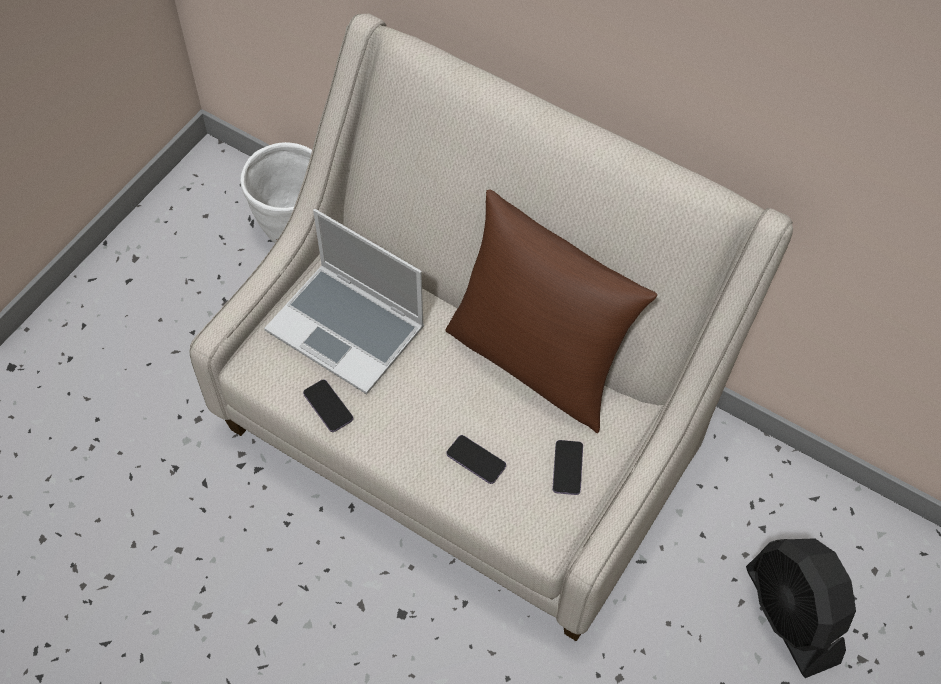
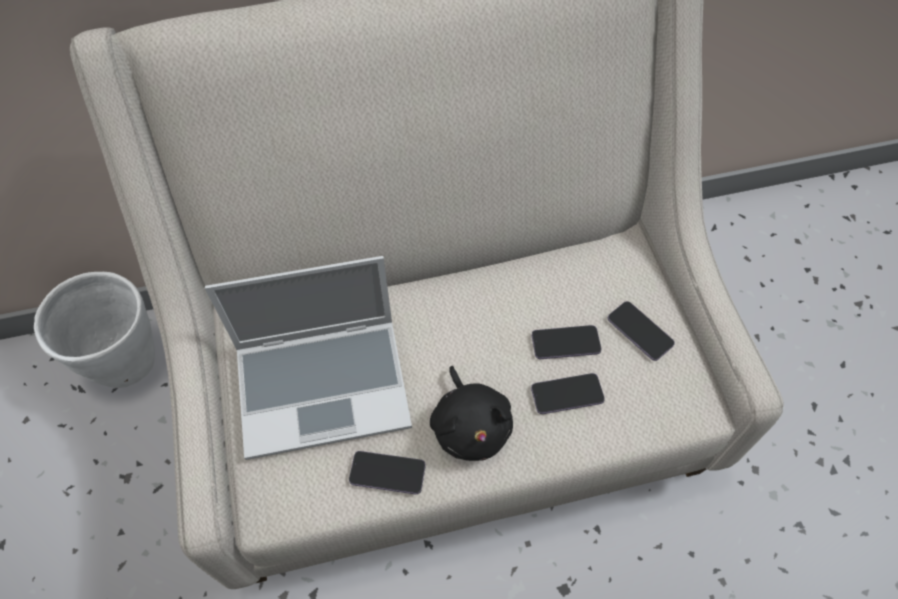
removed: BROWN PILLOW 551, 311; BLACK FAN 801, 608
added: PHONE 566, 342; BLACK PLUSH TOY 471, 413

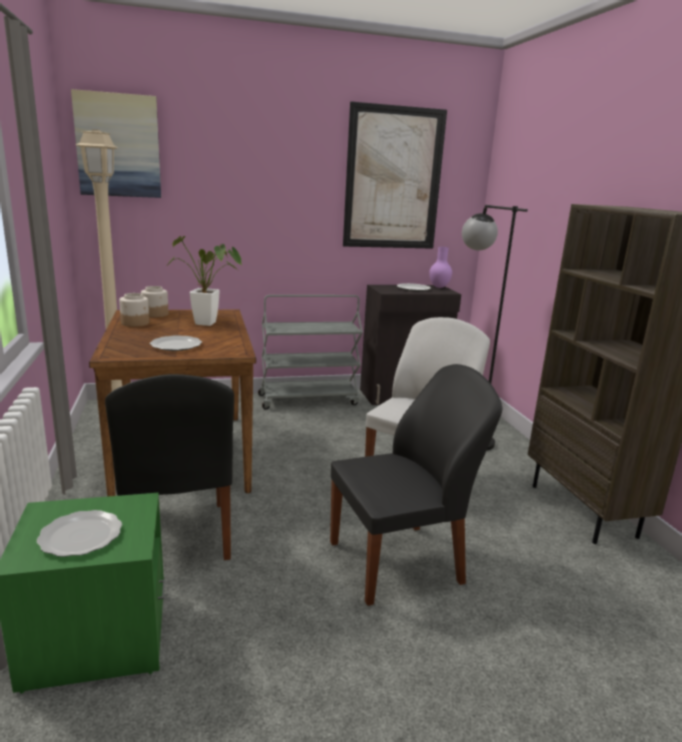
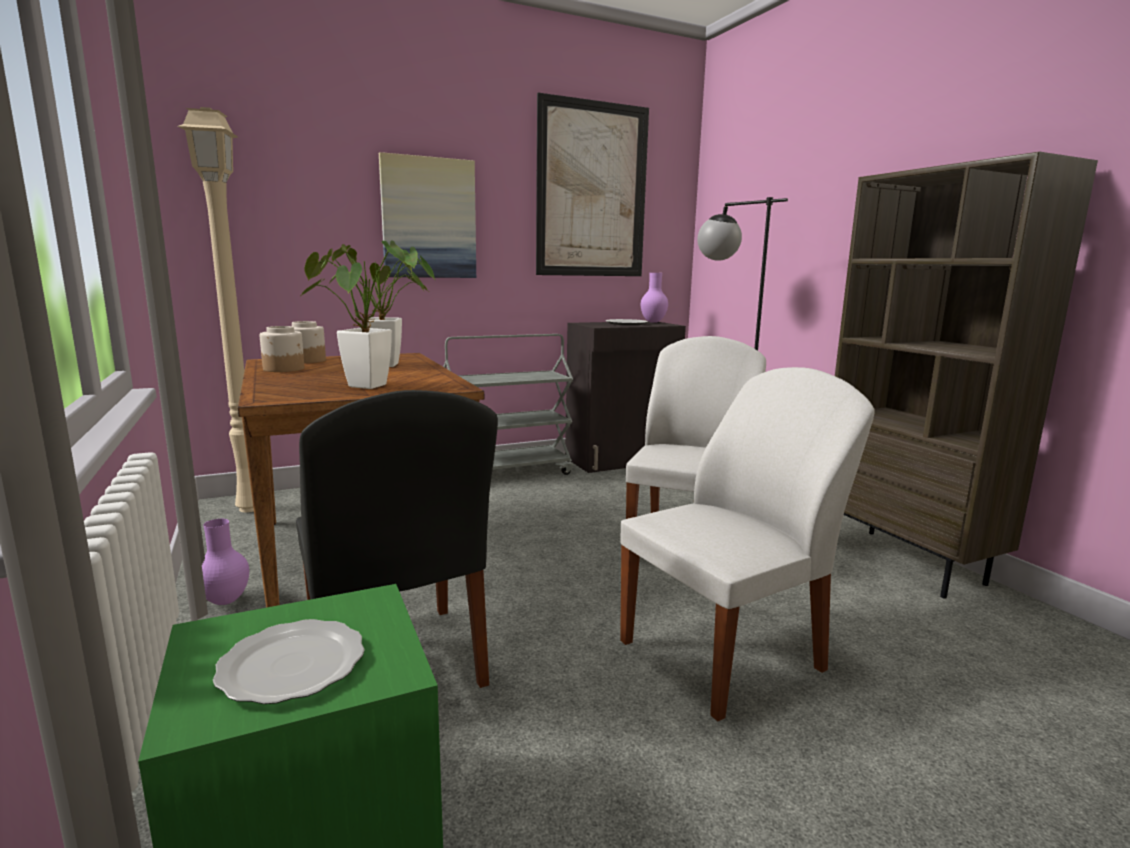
added: PURPLE VASE 225, 562
moved: PICTURE 116, 143 to 427, 215
replaced: PLATE 176, 343 to POTTED PLANT 363, 314
recoloured: BLACK CHAIR 416, 485 to WHITE CHAIR 747, 544

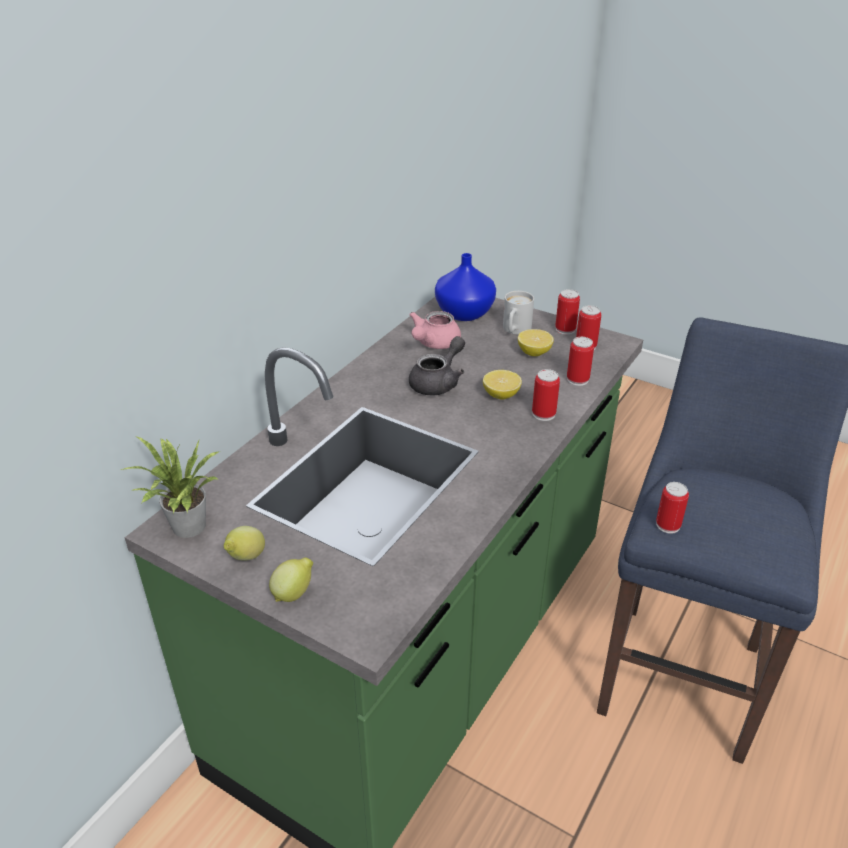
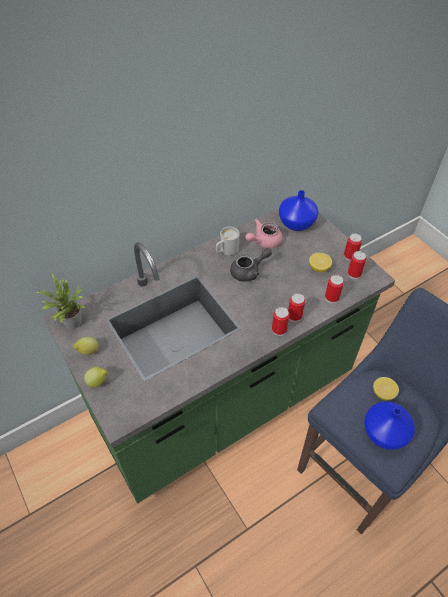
added: BLUE VASE 389, 426
moved: WHITE MUG 518, 313 to 227, 241; LEMON 502, 385 to 386, 388; CAN 672, 508 to 280, 321

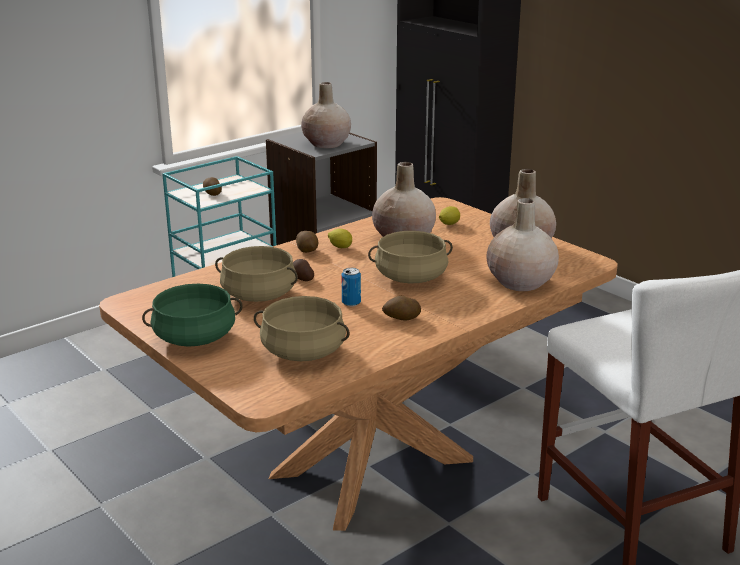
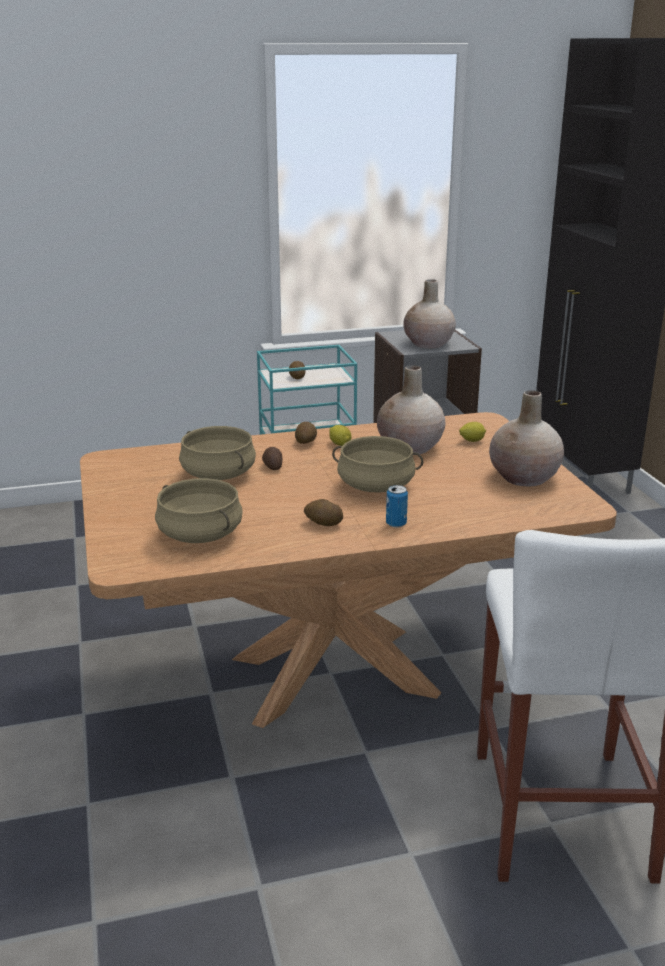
removed: BEIGE VASE 523, 244; GREEN COOKING POT 192, 315
moved: CAN 351, 287 to 397, 506

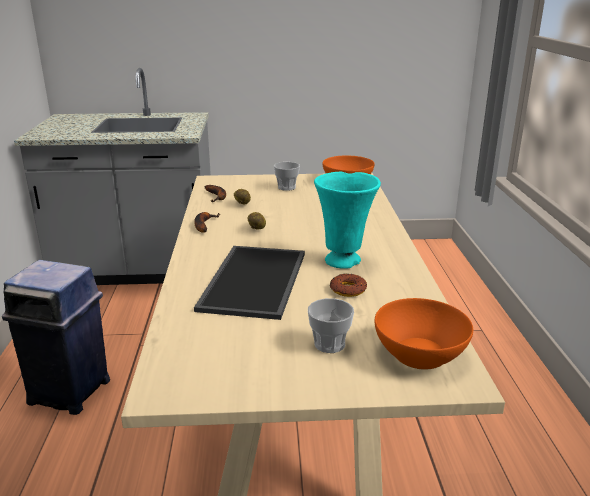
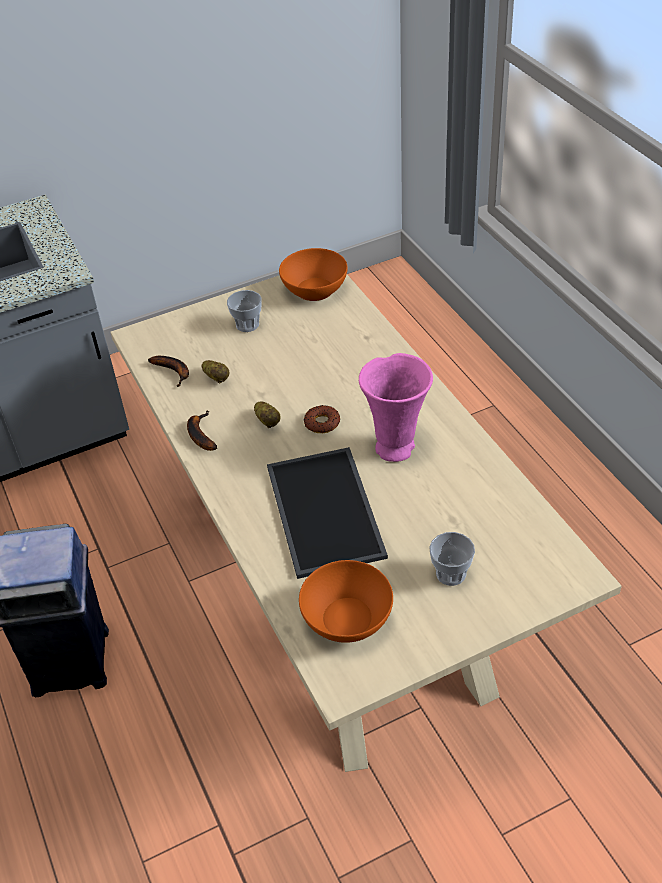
moved: DONUT 348, 285 to 322, 419; ORANGE BOWL 424, 334 to 346, 601
recoloured: TURQUOISE VASE 347, 220 to PINK VASE 396, 407

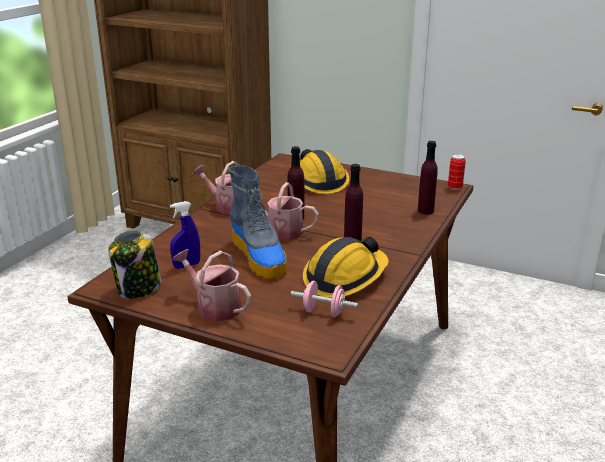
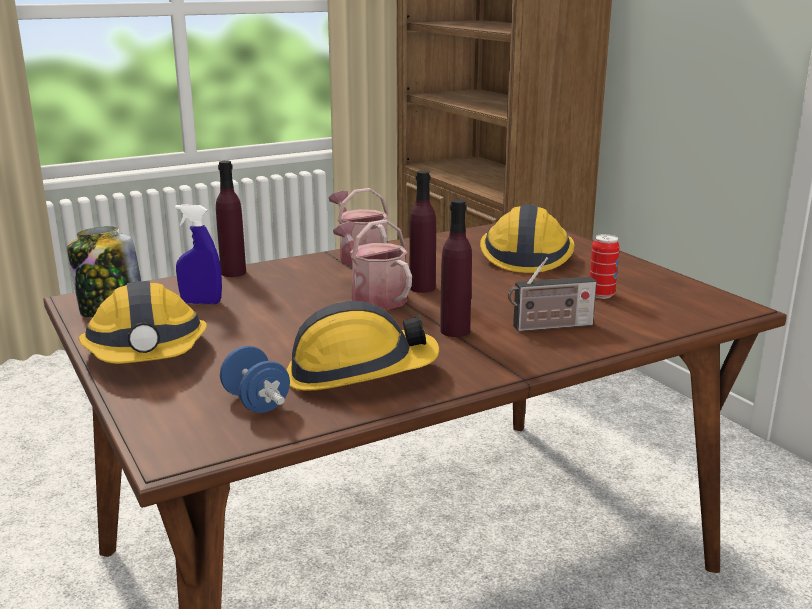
removed: BOOT 257, 222
added: RADIO 552, 294
moved: PURPLE BOTTLE 428, 178 to 231, 219; CAN 457, 172 to 605, 266
replaced: WATERING CAN 211, 285 to HARD HAT 143, 322
recoloured: PINK DUMBBELL 324, 299 to BLUE DUMBBELL 255, 379

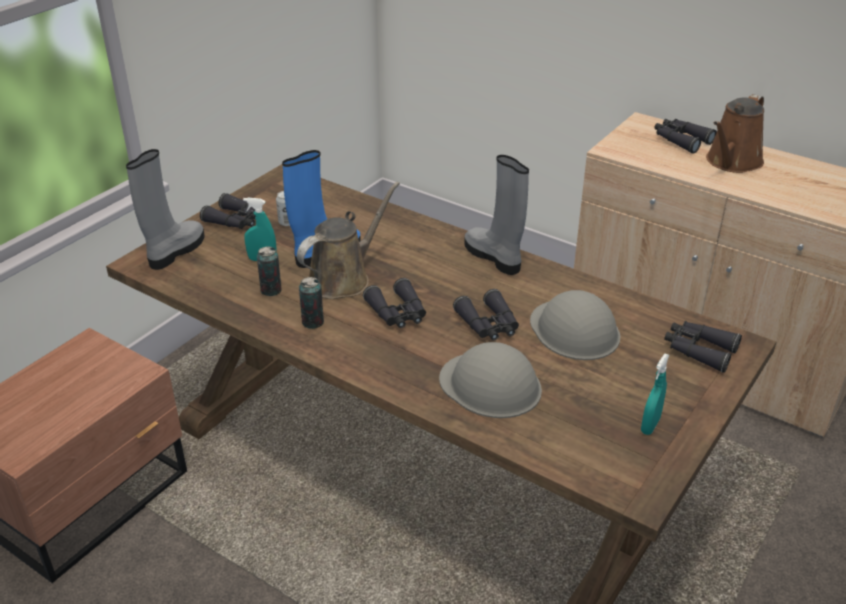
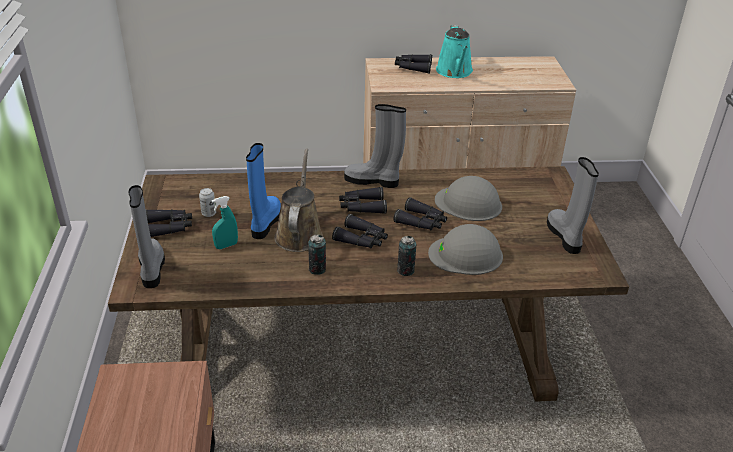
moved: CAN 269, 271 to 406, 256; BLACK BINOCULARS 703, 347 to 363, 200
replaced: TURQUOISE SPRAY BOTTLE 655, 394 to GREY BOOT 573, 205
recoloured: BROWN WATERING CAN 735, 133 to TURQUOISE WATERING CAN 454, 51

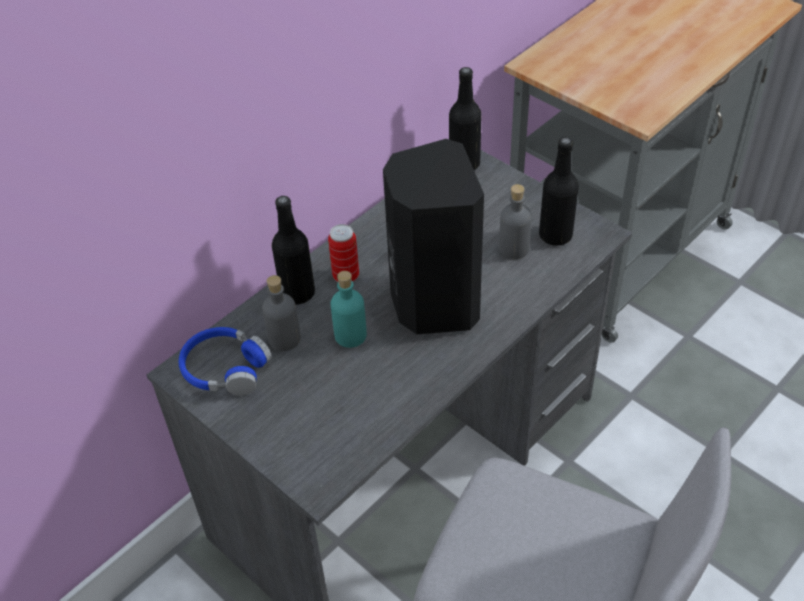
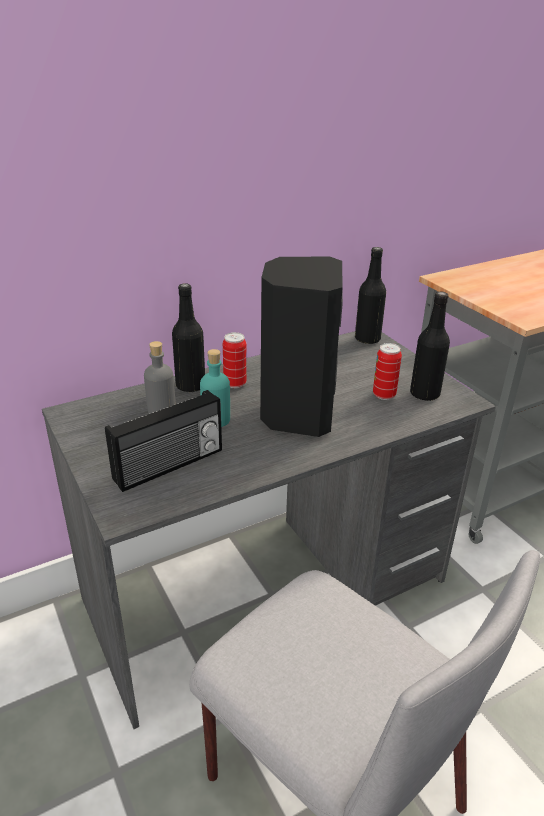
removed: BLUE HEADPHONES 225, 361
added: RADIO 163, 441
replaced: GREY BOTTLE 515, 221 to CAN 387, 371

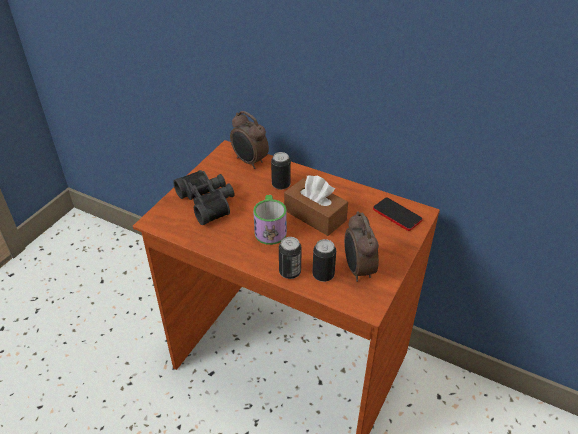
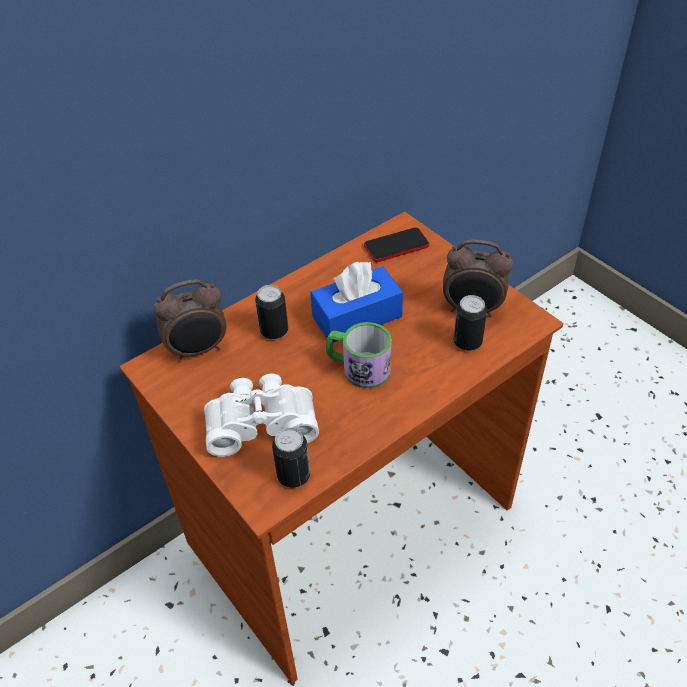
moved: CAN 290, 258 to 291, 458
recoloured: BLACK BINOCULARS 204, 197 to WHITE BINOCULARS 261, 415; BROWN TISSUE BOX 316, 205 to BLUE TISSUE BOX 356, 302

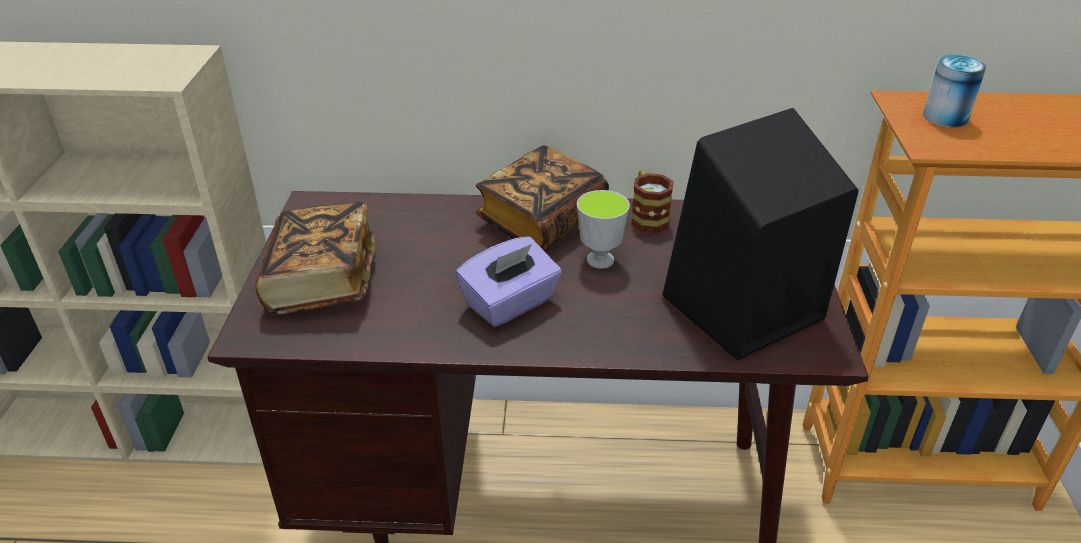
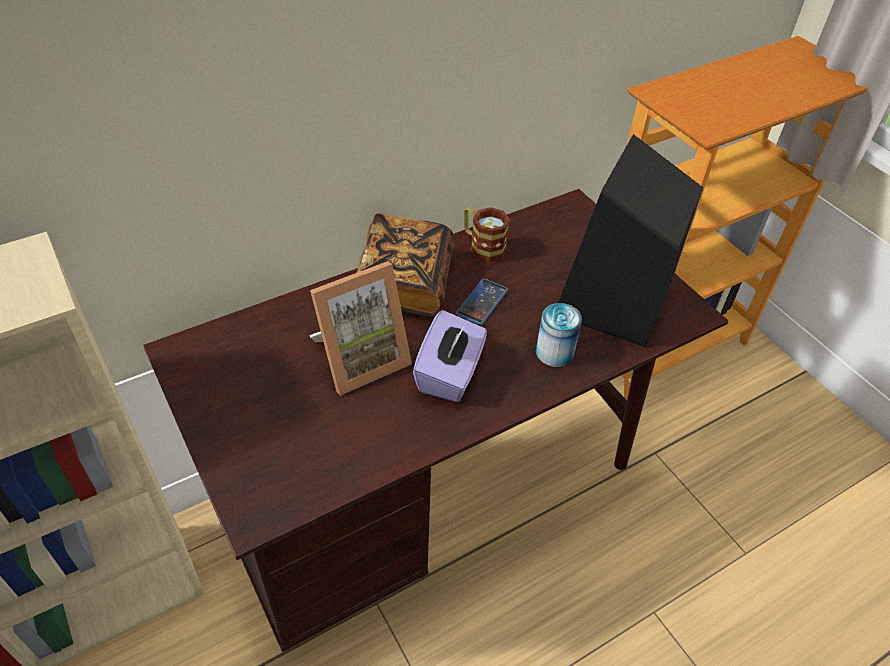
removed: BOOK 315, 258
added: PICTURE FRAME 361, 328
moved: CAN 954, 91 to 559, 335
replaced: CUP 603, 229 to PHONE 481, 301

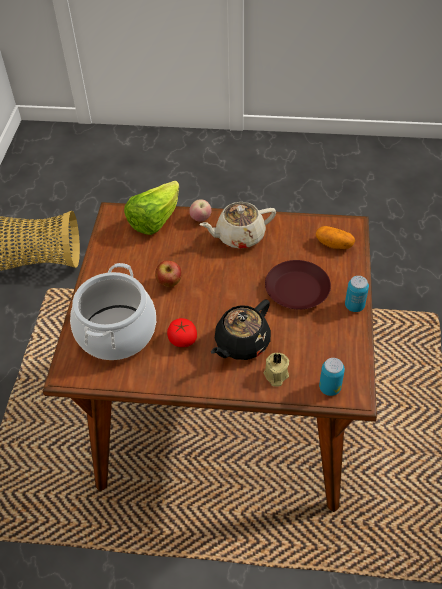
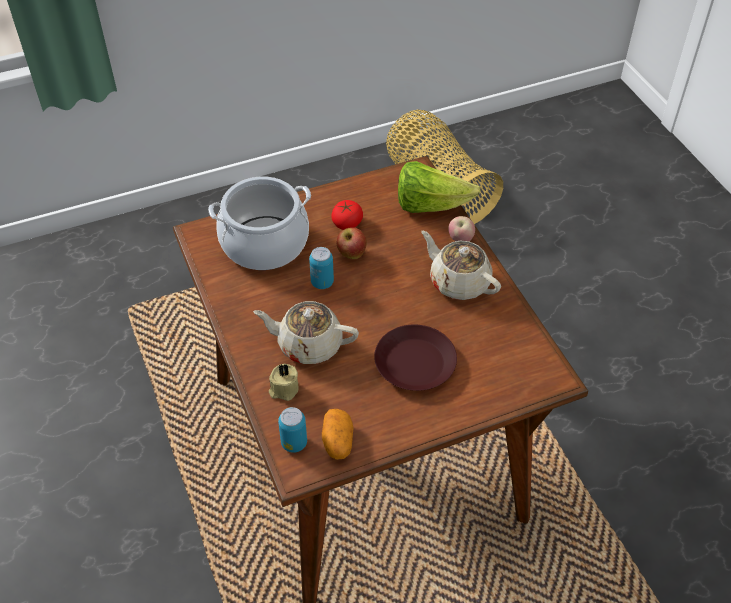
moved: POTATO 335, 237 to 337, 434; CAN 357, 294 to 321, 268; TOMATO 182, 332 to 347, 215
recoloured: BLACK TEAPOT 241, 329 to BEIGE TEAPOT 306, 332

